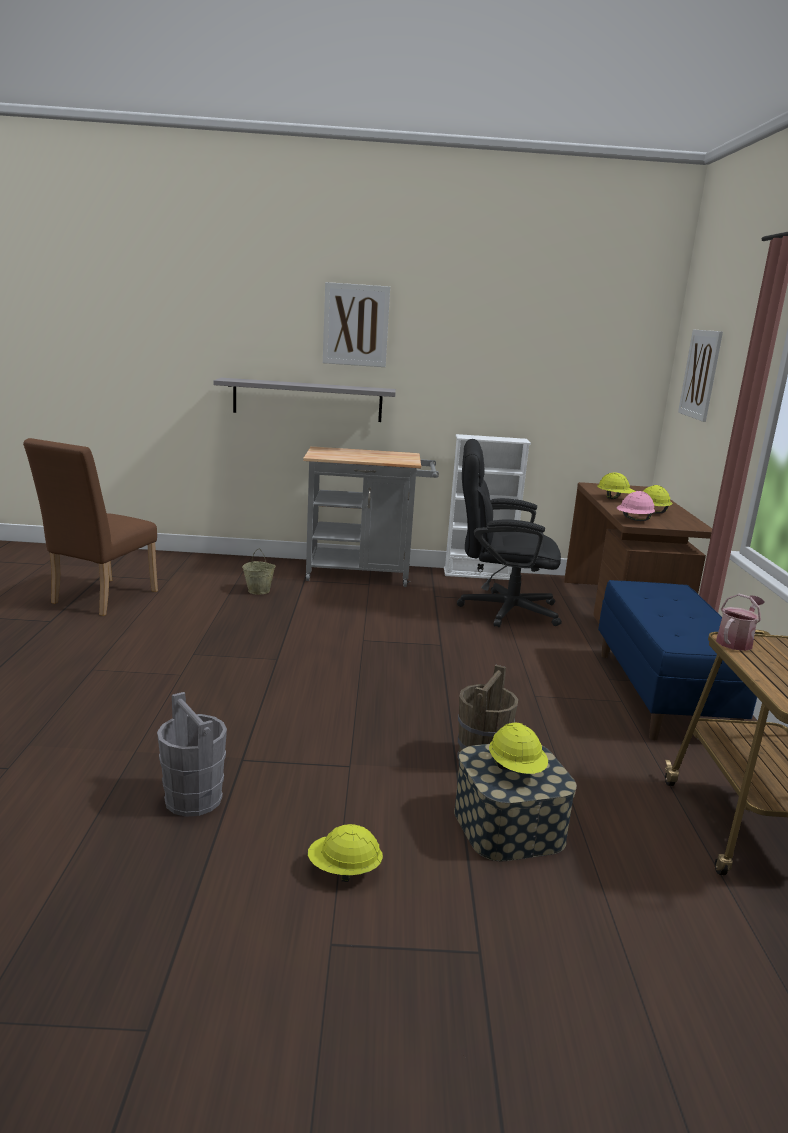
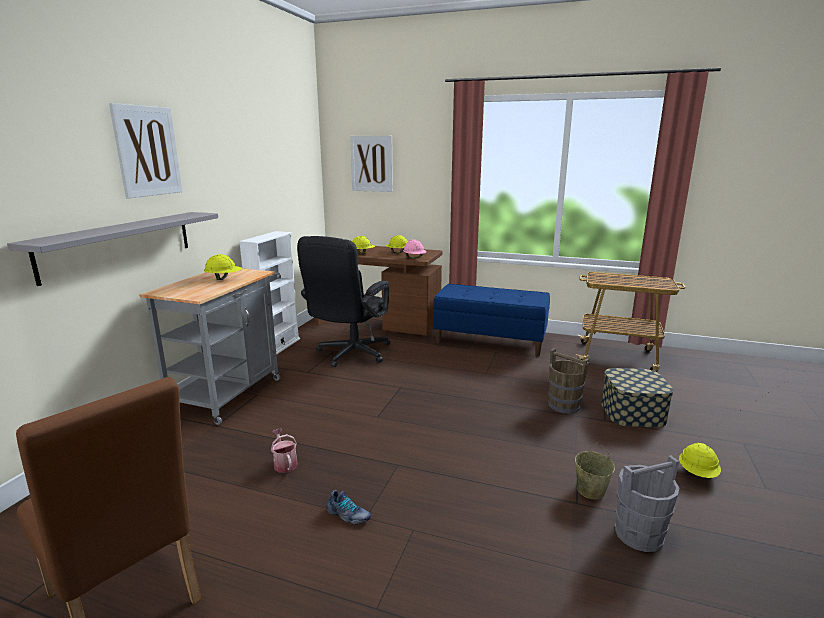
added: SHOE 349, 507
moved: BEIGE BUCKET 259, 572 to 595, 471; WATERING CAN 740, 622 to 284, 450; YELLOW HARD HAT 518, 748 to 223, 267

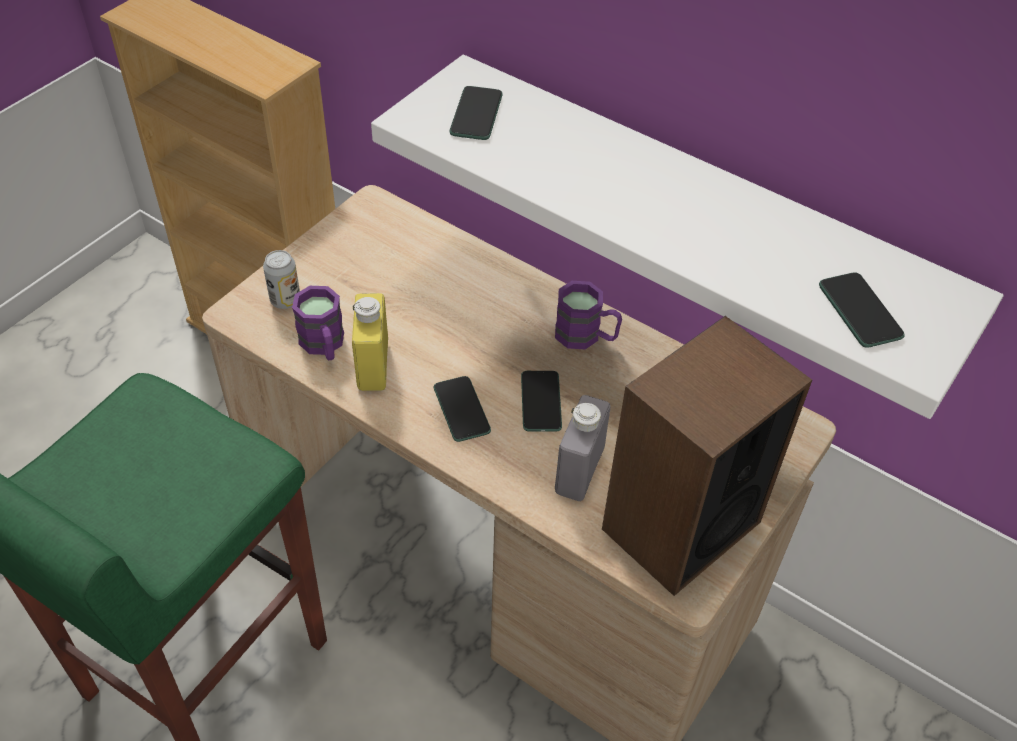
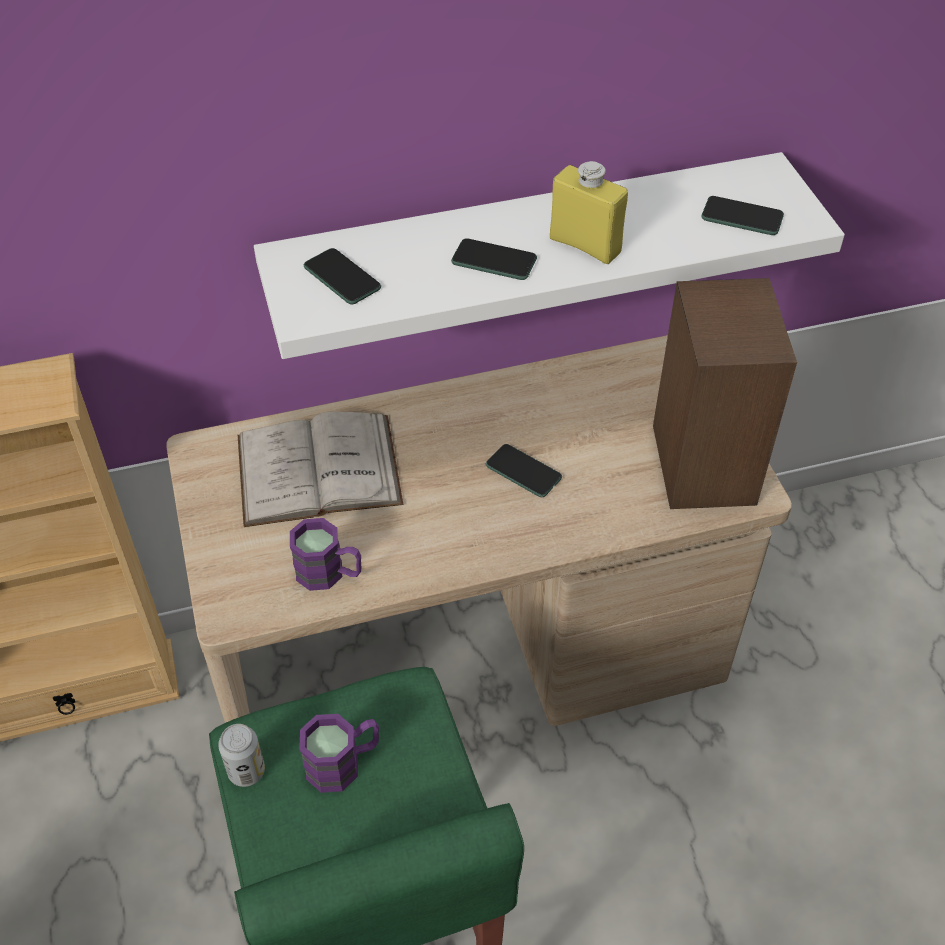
removed: GREY BOTTLE 582, 448
added: WHITE BOOK 320, 469
moved: CAN 281, 279 to 241, 755; PURPLE MUG 588, 315 to 339, 753; YELLOW BOTTLE 370, 342 to 589, 212; PHONE 462, 409 to 494, 259

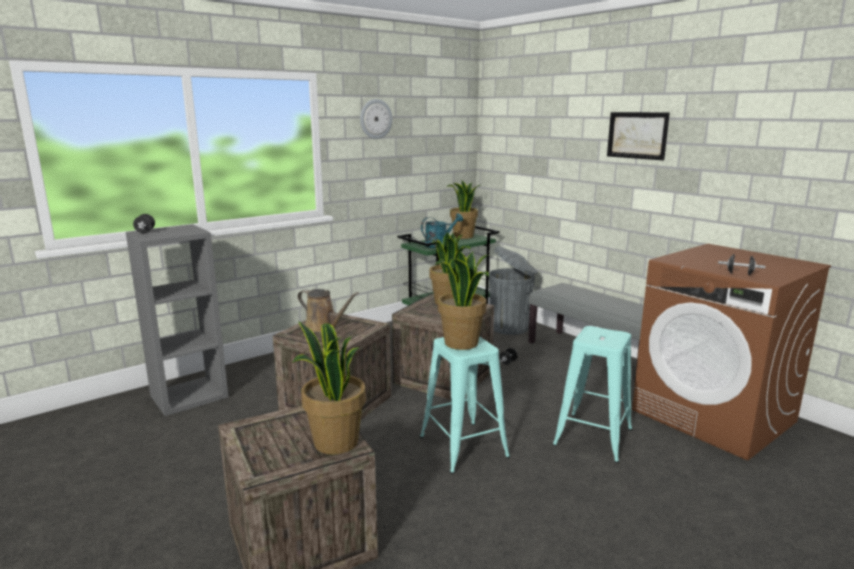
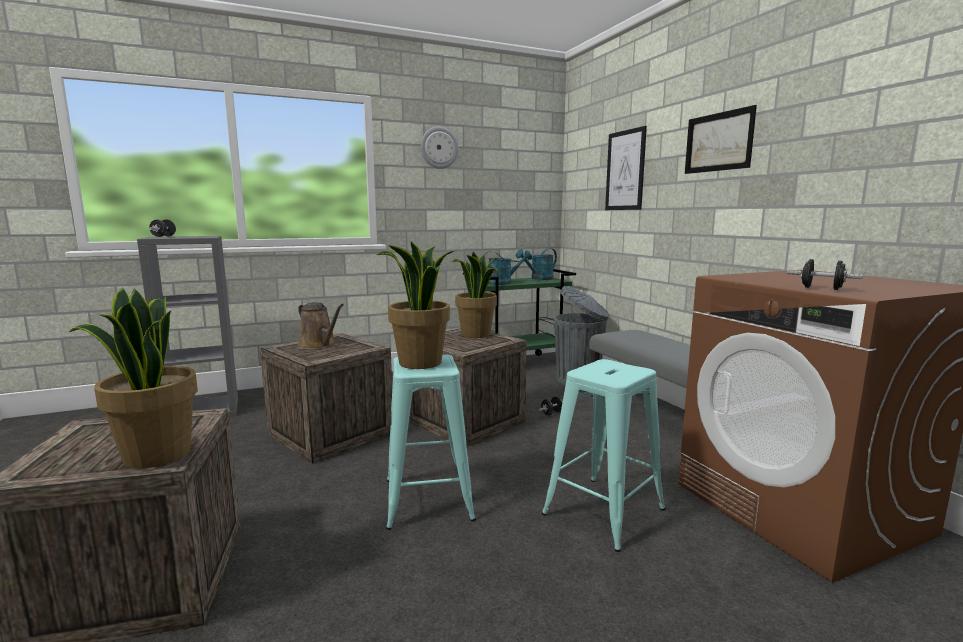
added: PICTURE 626, 168
replaced: POTTED PLANT 463, 210 to TURQUOISE WATERING CAN 536, 264

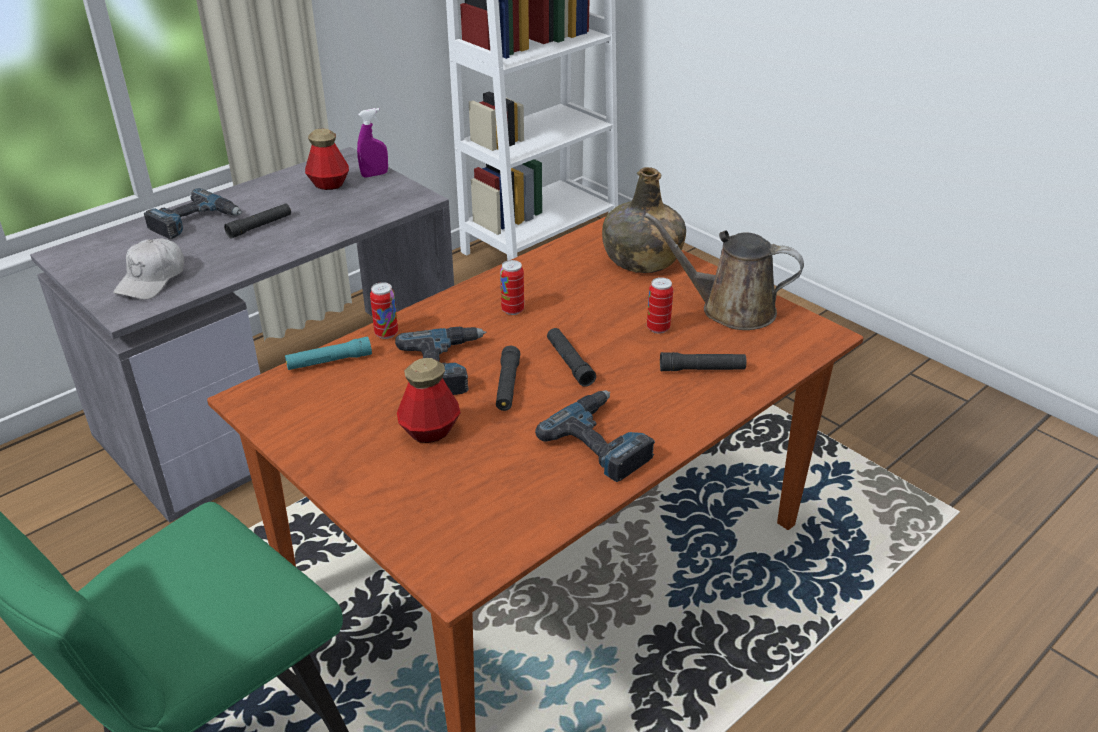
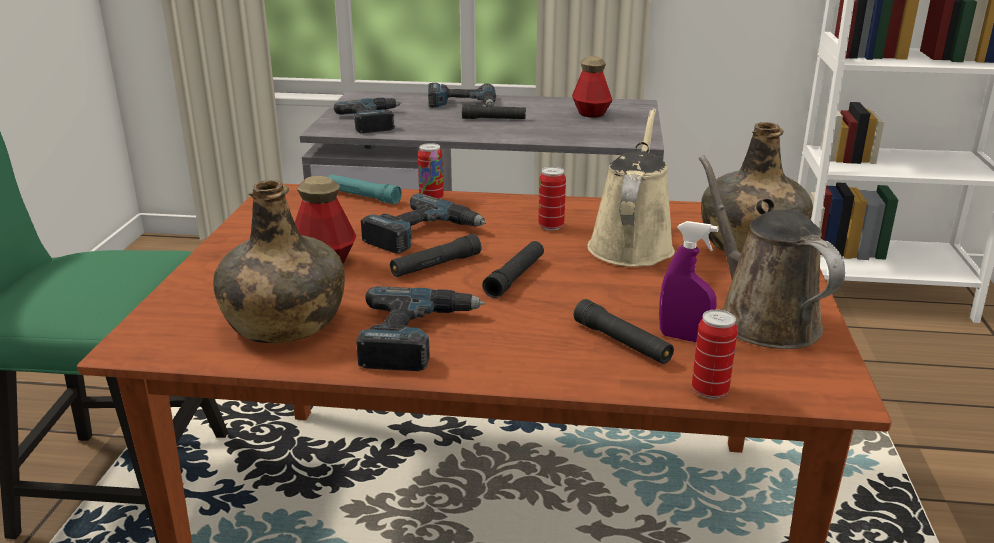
added: BEIGE WATERING CAN 631, 187; GREEN BOTTLE 279, 261
moved: PURPLE SPRAY BOTTLE 372, 143 to 688, 281; CAN 660, 305 to 715, 354
replaced: WHITE CAP 148, 269 to POWER DRILL 368, 115

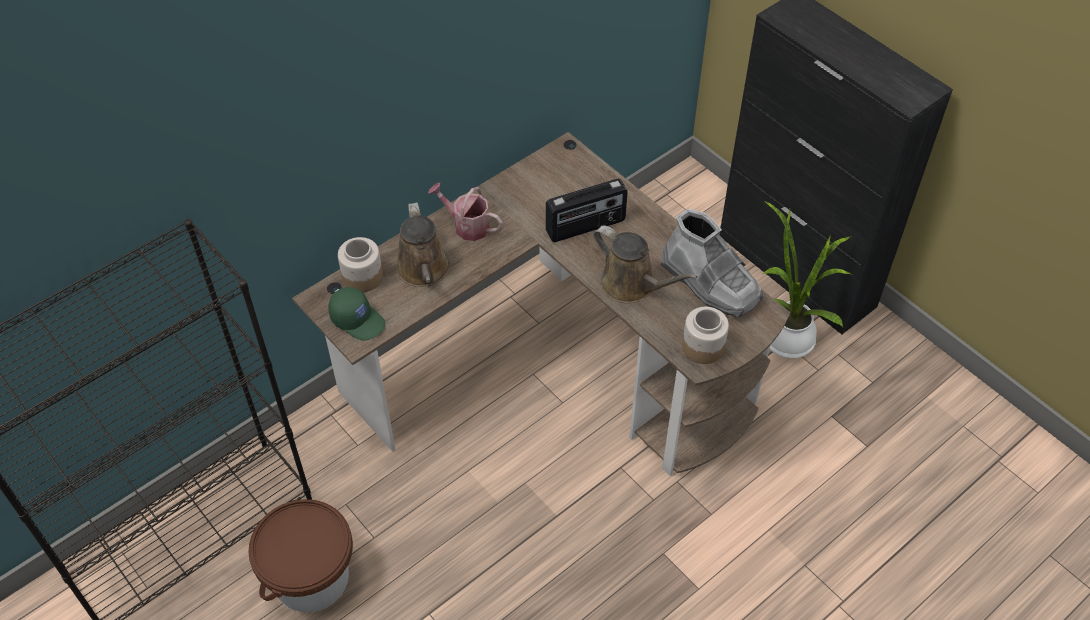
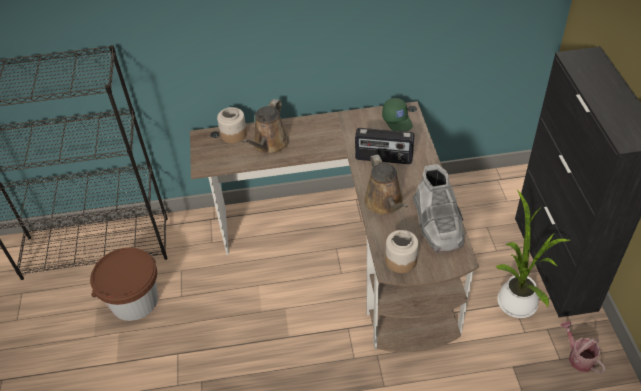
moved: WATERING CAN 465, 212 to 583, 347; GREEN CAP 356, 314 to 397, 114

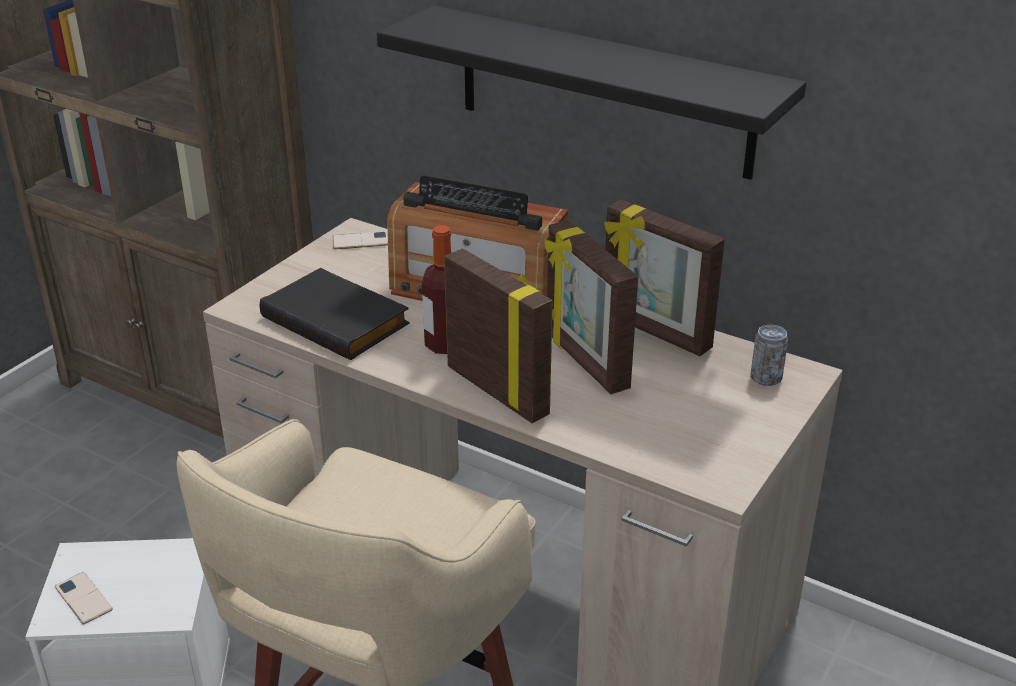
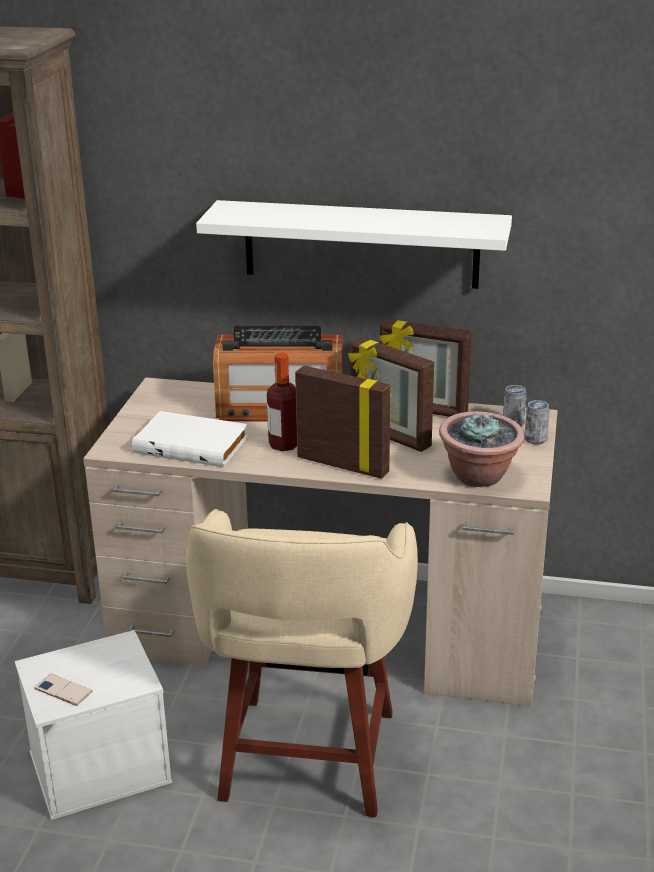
removed: PHONE 360, 240
added: CAN 537, 422; POTTED PLANT 482, 449
recoloured: BLACK SHELF 591, 92 to WHITE SHELF 354, 244; BLACK BOOK 334, 314 to WHITE BOOK 190, 439

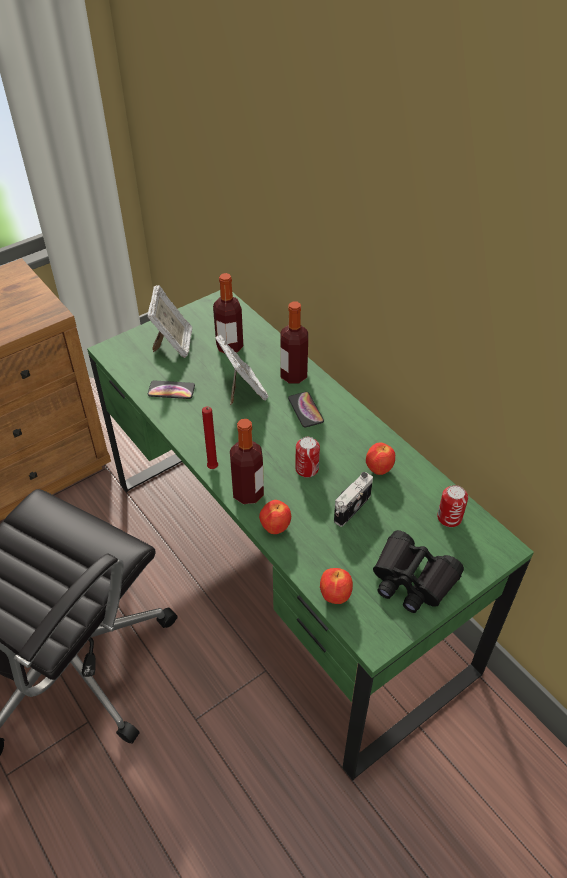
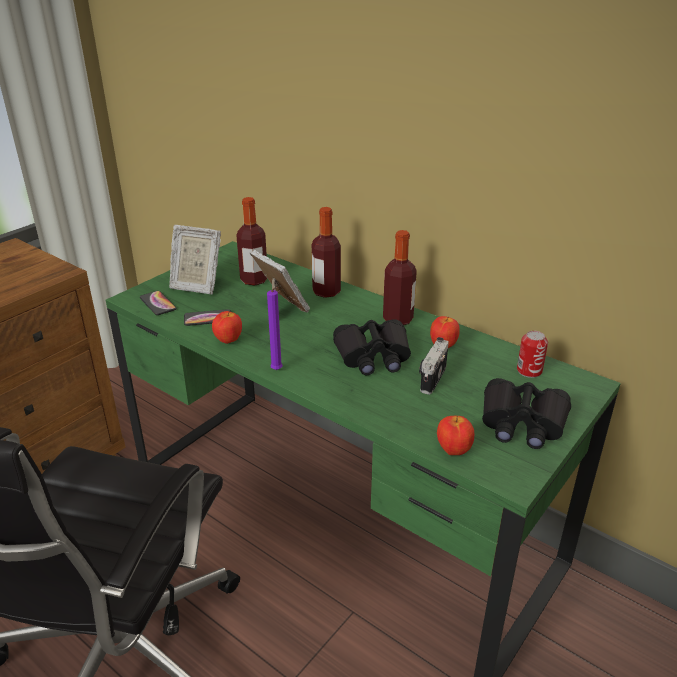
moved: PHONE 306, 409 to 158, 303; BOTTLE 247, 461 to 400, 277; APPLE 275, 517 to 227, 327
replaced: CAN 307, 457 to BLACK BINOCULARS 372, 347
recoloured: RED CANDLE 210, 438 to PURPLE CANDLE 275, 328
turned: PICTURE FRAME 170, 321 = 195, 260 120 degrees clockwise

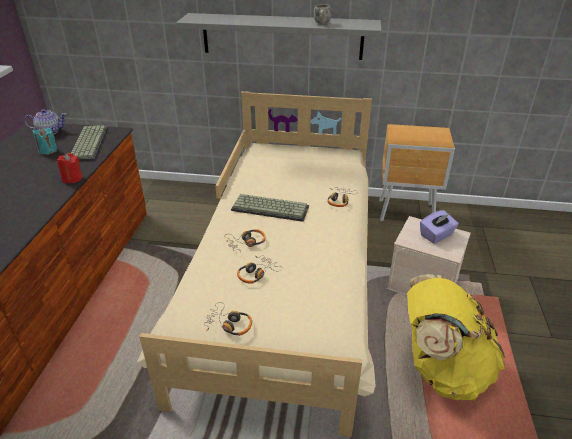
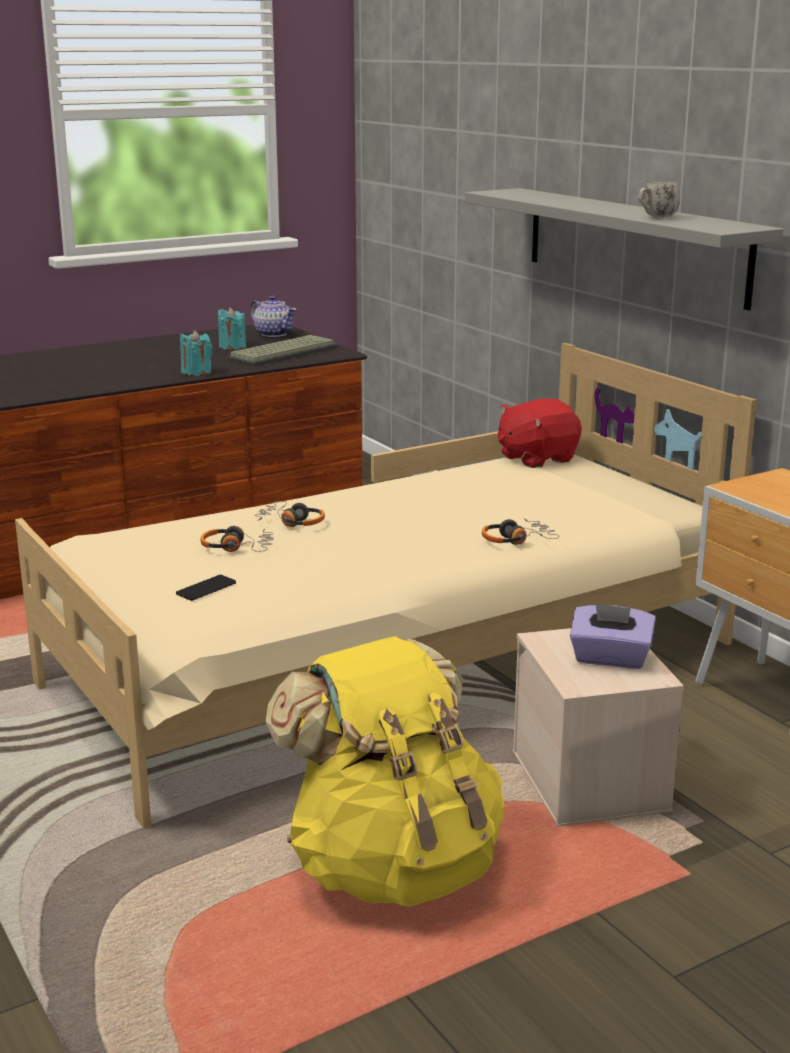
removed: KEYBOARD 270, 208; HEADPHONES 228, 319
added: RED PLUSH TOY 540, 433; PHONE 206, 588
recoloured: RED CANDLE 70, 168 to TURQUOISE CANDLE 196, 353

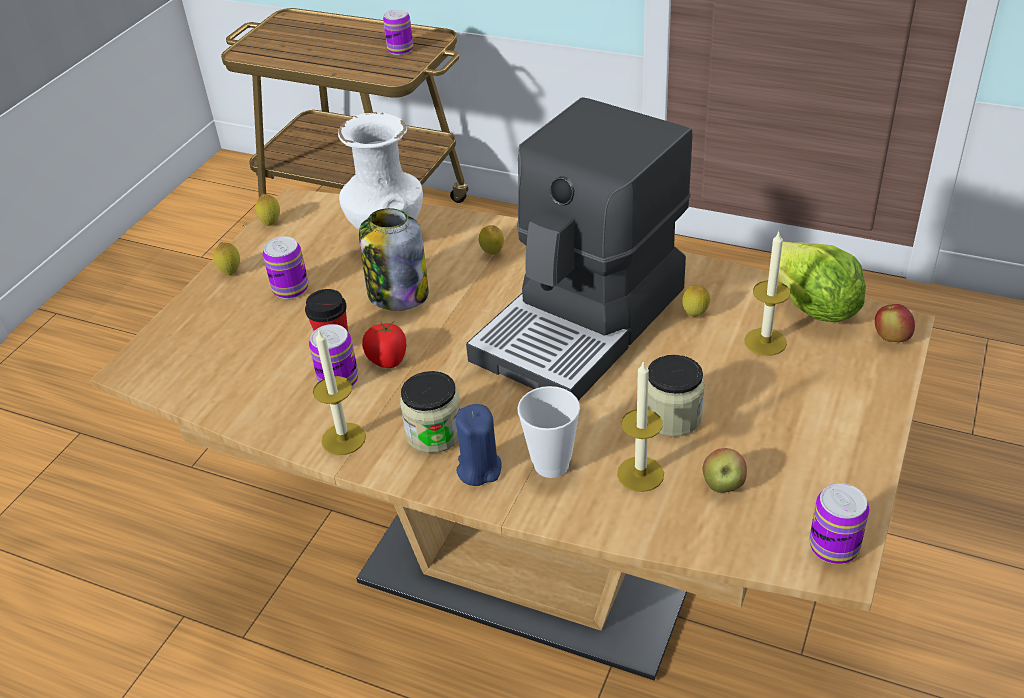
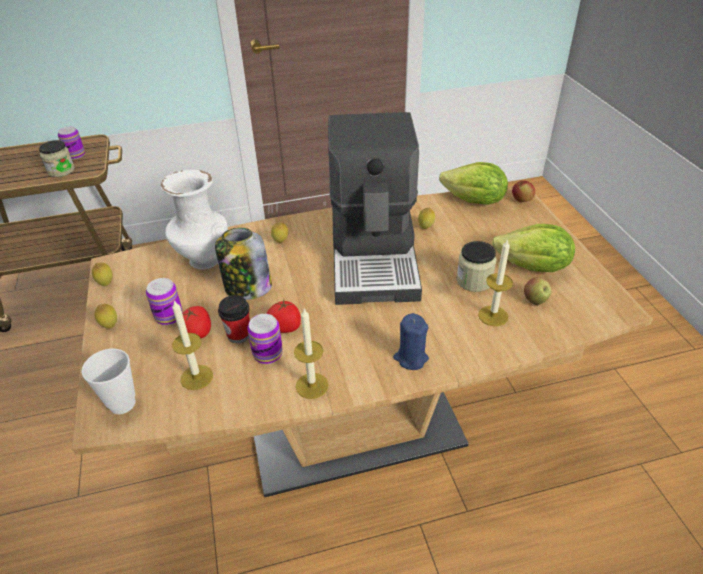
removed: CAN 839, 523
added: LETTUCE 533, 248; TOMATO 196, 322
moved: CANDLE 767, 294 to 192, 345; JAR 430, 412 to 57, 158; CUP 548, 432 to 108, 381

